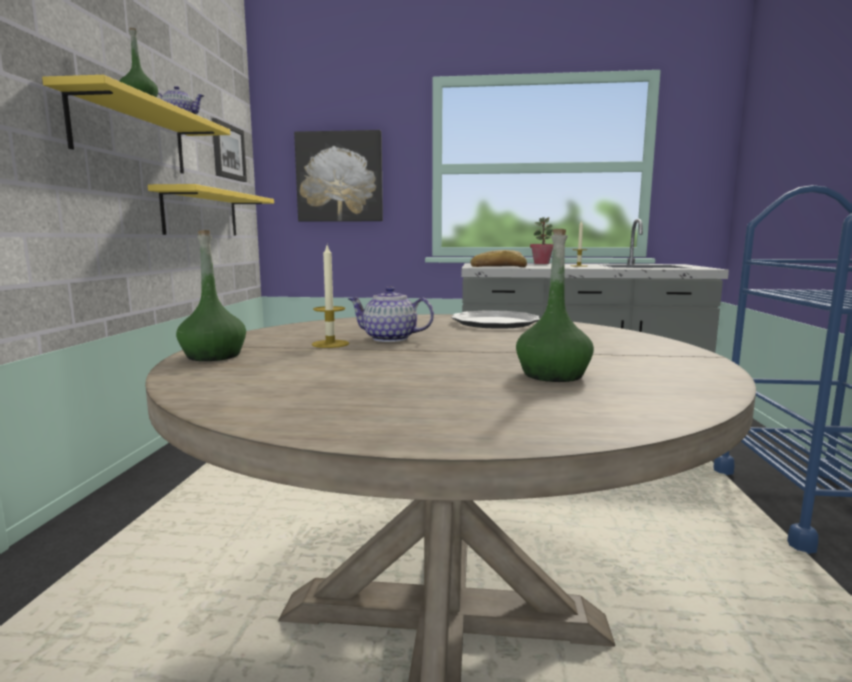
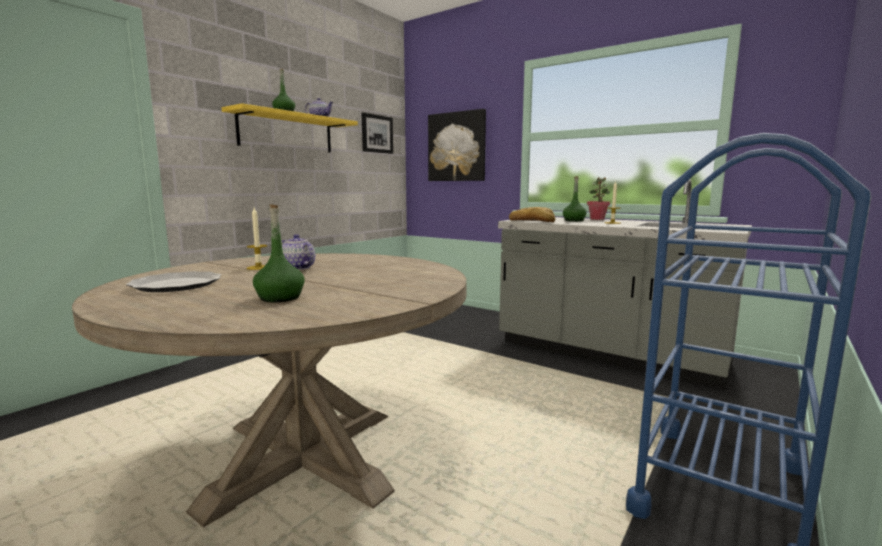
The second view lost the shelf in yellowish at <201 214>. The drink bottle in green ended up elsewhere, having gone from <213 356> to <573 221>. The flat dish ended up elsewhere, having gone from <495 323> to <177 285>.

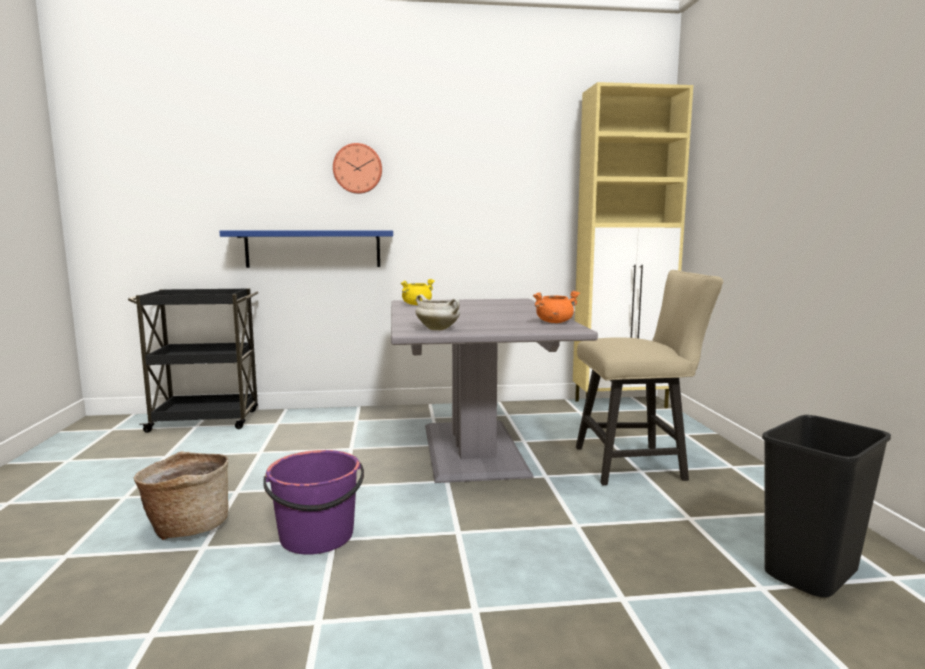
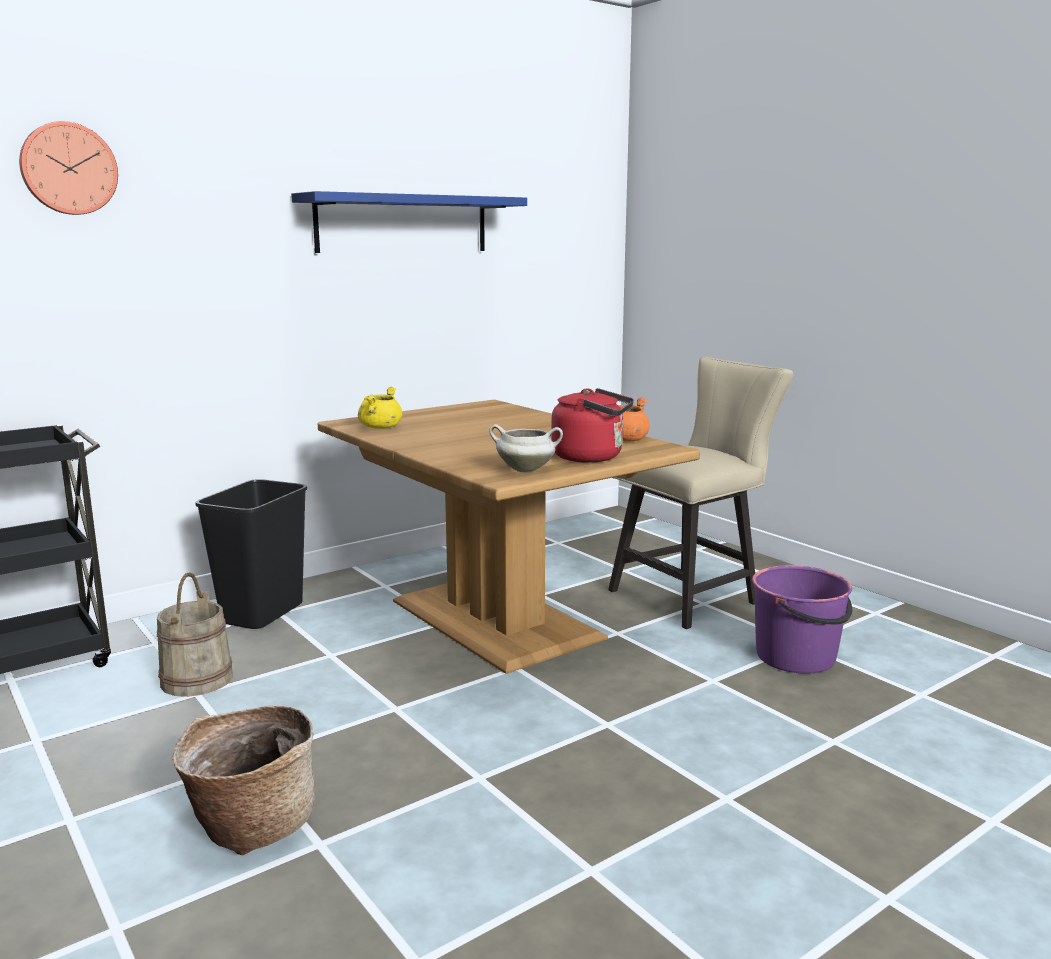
The shelf in bluish ended up elsewhere, having gone from <313 248> to <403 224>. The bucket in purple-coloured ended up elsewhere, having gone from <317 537> to <797 657>. The hanging clock ended up elsewhere, having gone from <357 168> to <68 169>. What was the dinner table in gray at <475 449> turned into the dinner table in brown-coloured at <497 618>. The second view lost the cabinet in sand-coloured at <622 404>. The rubbish bin in blackish ended up elsewhere, having gone from <809 572> to <262 614>. The second view gained the bucket in sand-coloured at <196 679>. The second view gained the water kettle in red-coloured at <592 457>.

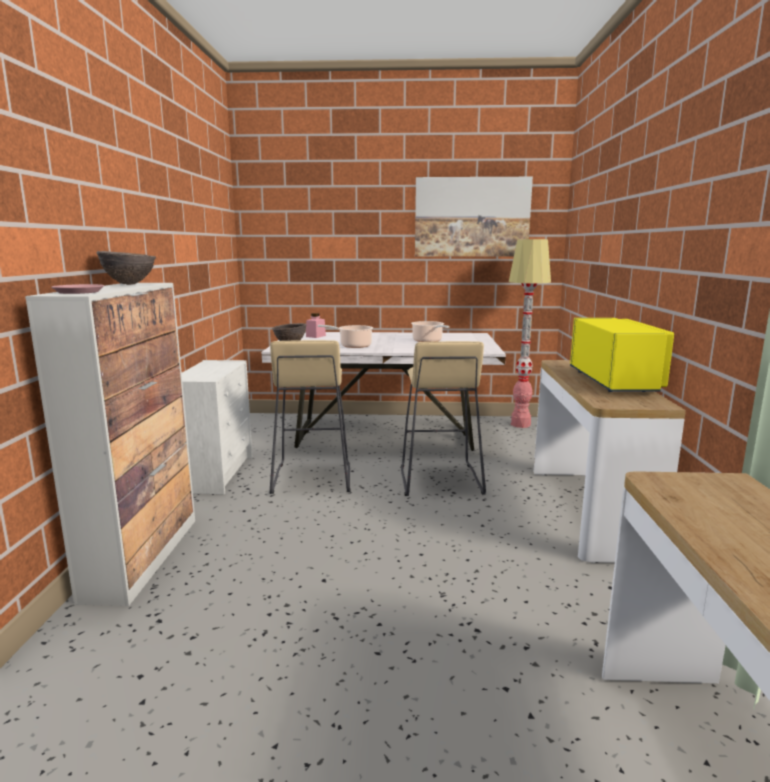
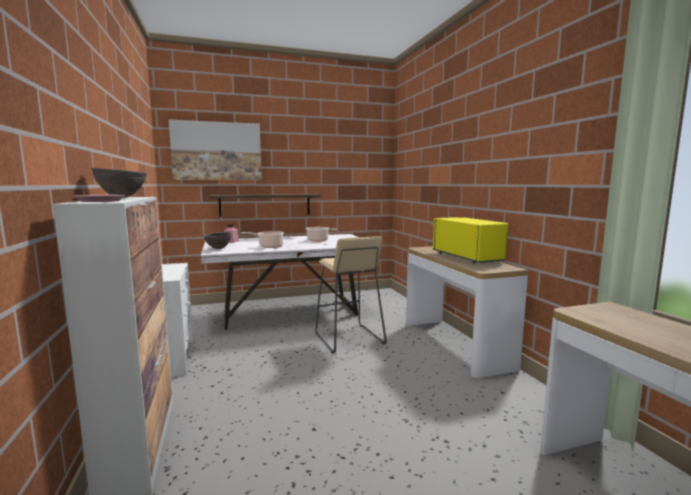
The second view lost the stool in sand-coloured at <311 478>. The picture ended up elsewhere, having gone from <471 217> to <217 151>. The second view lost the floor lamp at <520 424>. The second view gained the shelf at <265 204>.

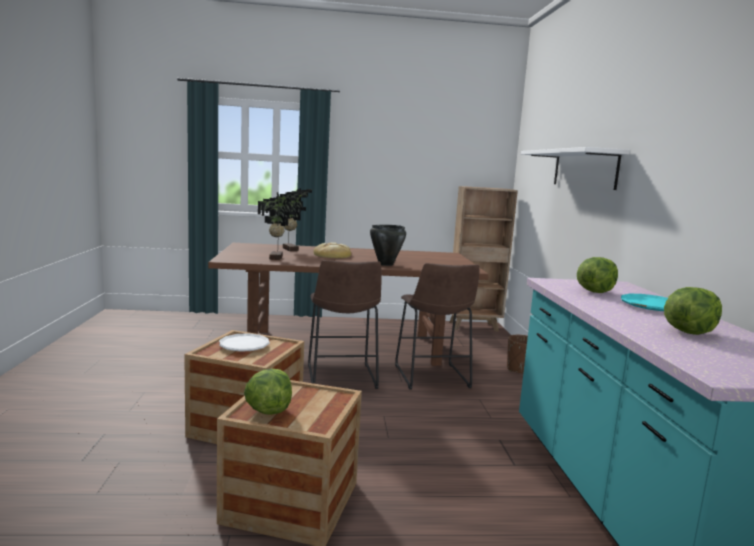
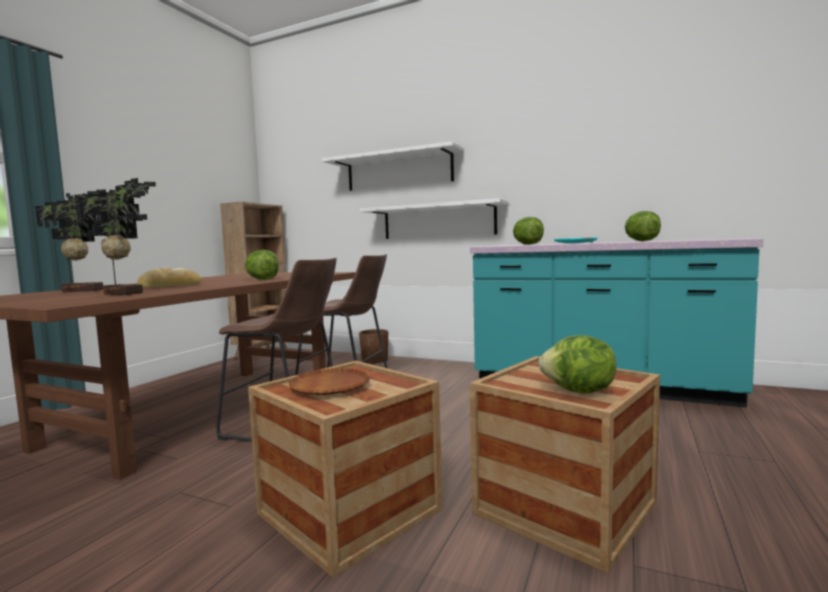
What was the flat dish in white at <244 346> turned into the flat dish in brown-coloured at <330 387>. Where the cooking pot in blackish stood at <385 264>, the lettuce head came to stand at <263 279>. The second view gained the shelf in white at <438 221>.

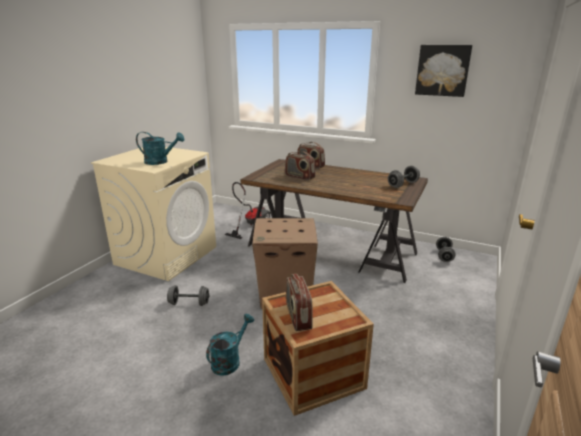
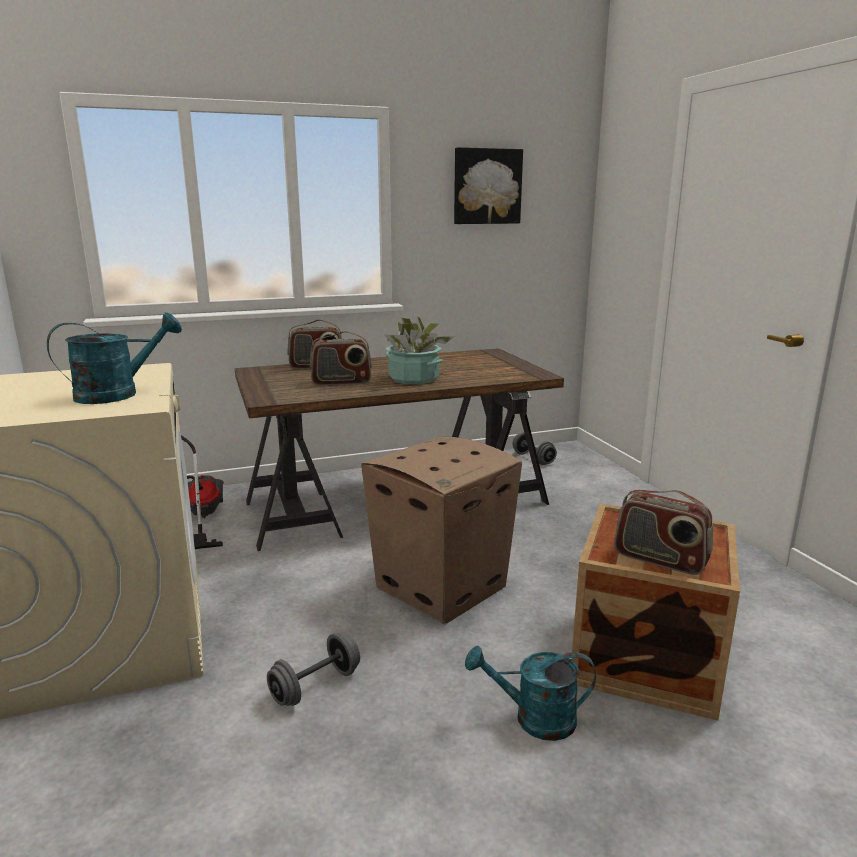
The watering pot in turquoise-coloured at <229 360> ended up facing another way, 75 degrees counterclockwise from before. The second view lost the hand weight in gray at <403 185>. The second view gained the houseplant at <413 379>.

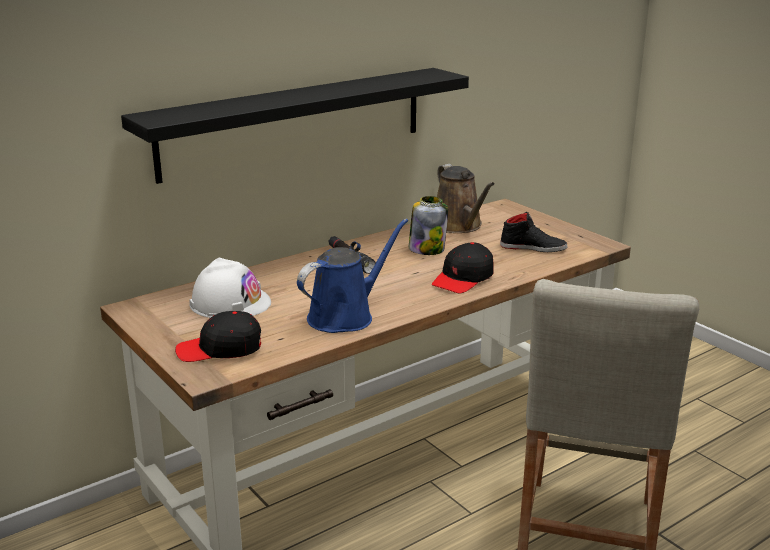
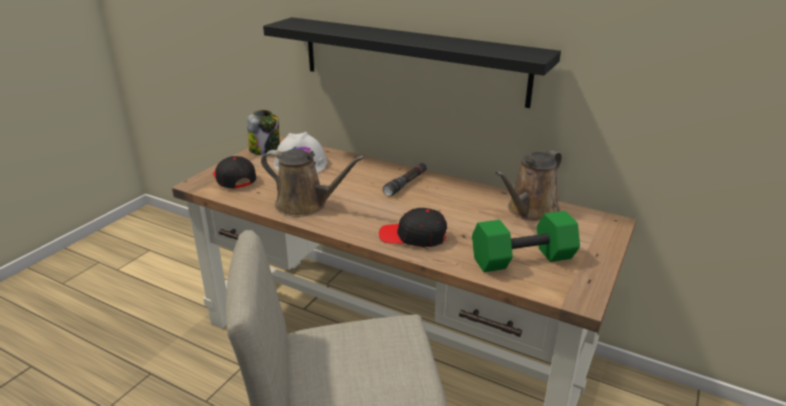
What was the watering pot in bluish at <345 316> turned into the watering pot in brown-coloured at <305 205>. The jar ended up elsewhere, having gone from <427 249> to <265 150>. Where the item of footwear in blackish stood at <533 247>, the hand weight in green came to stand at <523 258>.

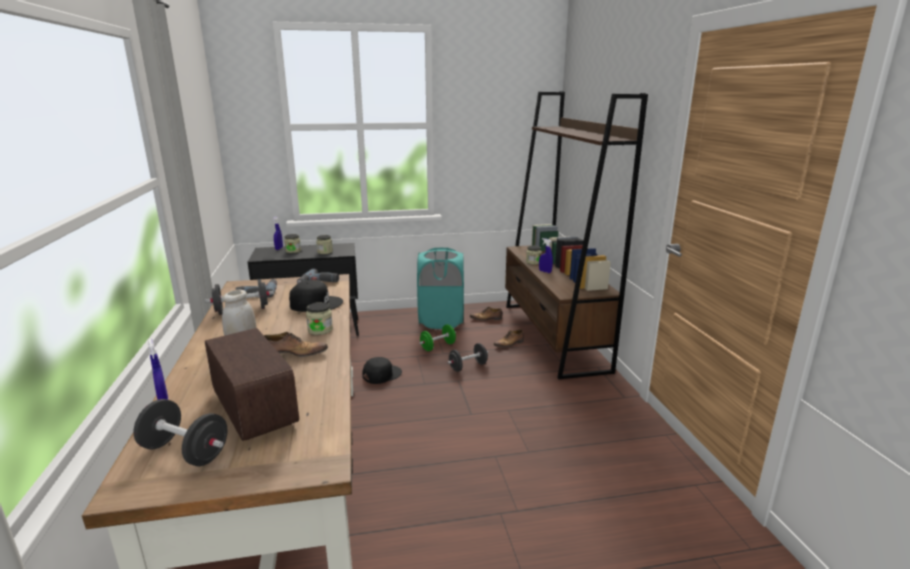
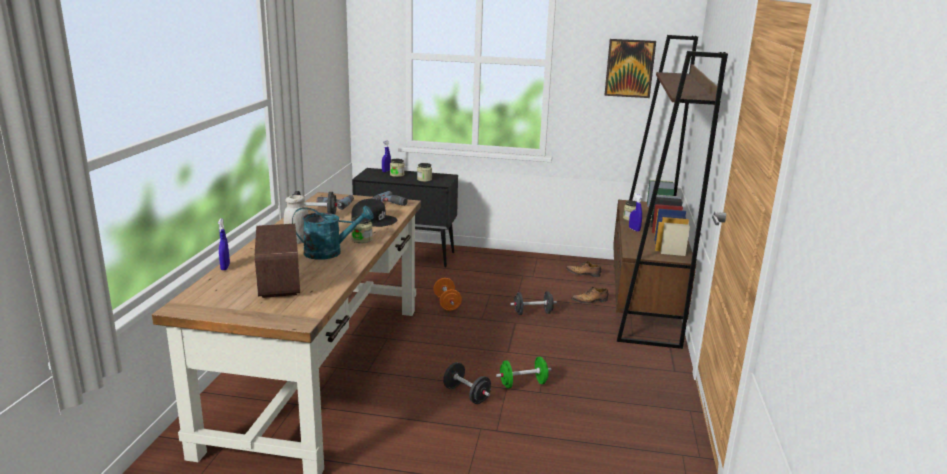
The hand weight in blackish ended up elsewhere, having gone from <185 452> to <466 394>. Where the item of footwear stood at <294 353>, the watering pot in turquoise-coloured came to stand at <330 252>. Where the cap in blackish stood at <381 374>, the hand weight in orangey came to stand at <447 303>. The second view lost the washing basket in turquoise-coloured at <441 320>. The hand weight in green ended up elsewhere, having gone from <438 346> to <523 384>. The second view gained the picture at <629 68>.

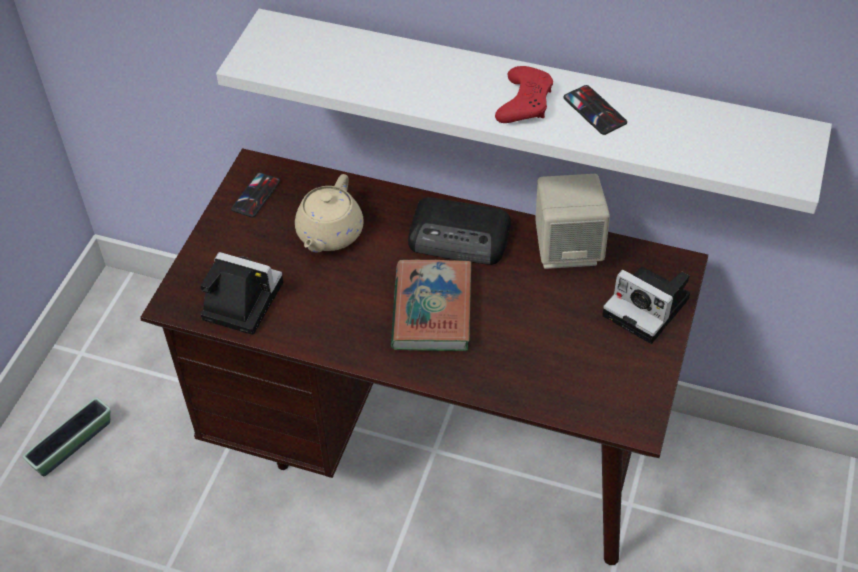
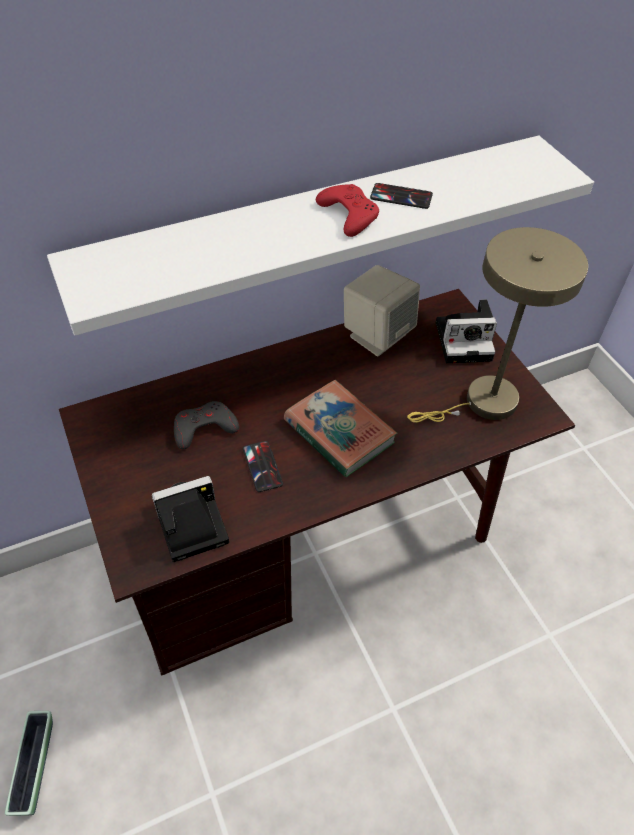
The telephone ended up elsewhere, having gone from <256 195> to <262 466>. Where the teapot in sand-coloured stood at <329 234>, the joypad in gray came to stand at <204 428>. The second view lost the radio receiver at <460 238>. The second view gained the lamp for a table in sand-coloured at <482 403>.

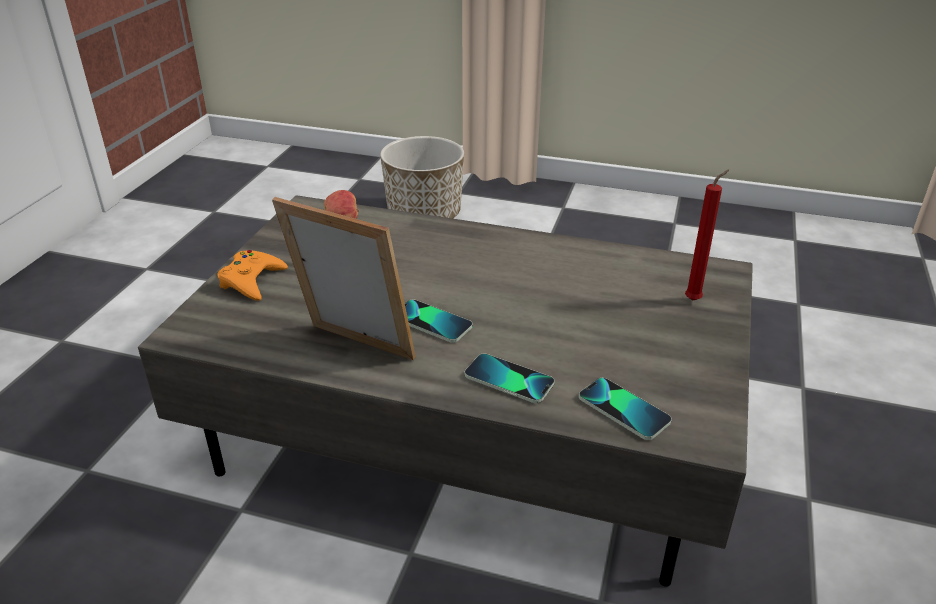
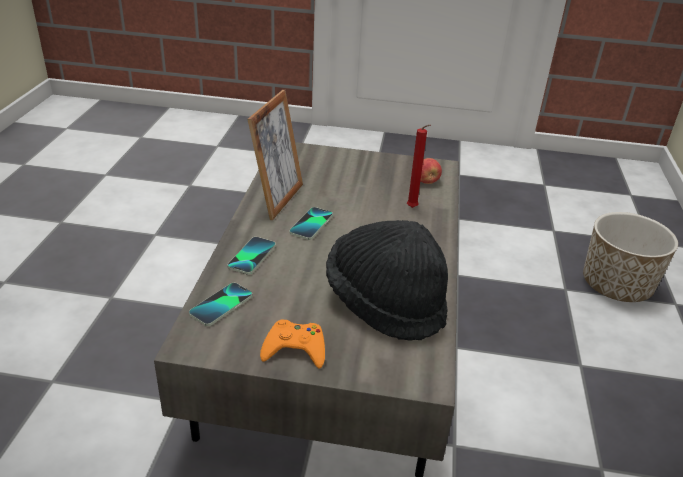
The joypad in orangey ended up elsewhere, having gone from <252 281> to <295 349>. The wax candle in red-coloured ended up elsewhere, having gone from <695 299> to <413 208>. The second view gained the hat in blackish at <385 302>.

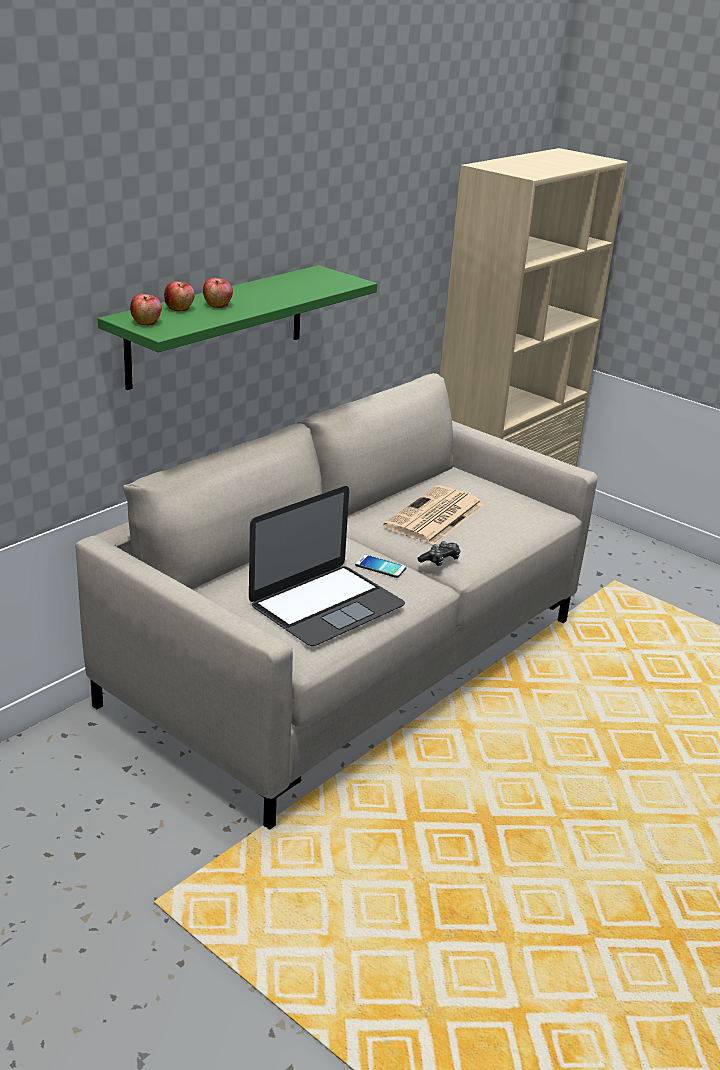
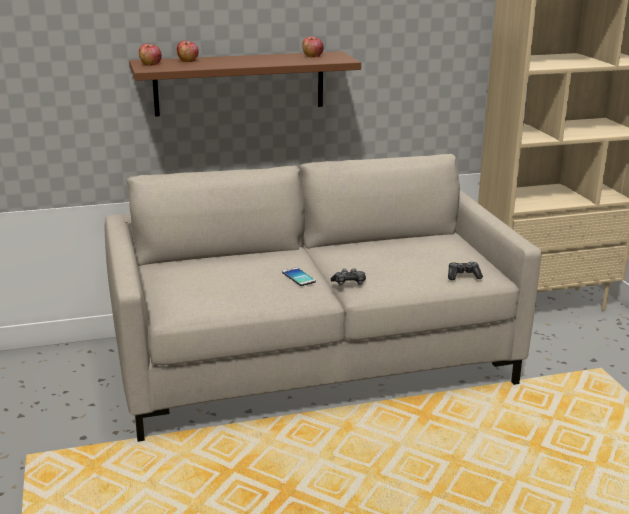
What was the shelf in green at <217 326> turned into the shelf in brown-coloured at <239 83>. The apple fruit ended up elsewhere, having gone from <218 305> to <312 56>. The second view lost the portable computer at <327 605>. The second view lost the daily paper at <434 517>. The second view gained the joypad at <463 276>.

